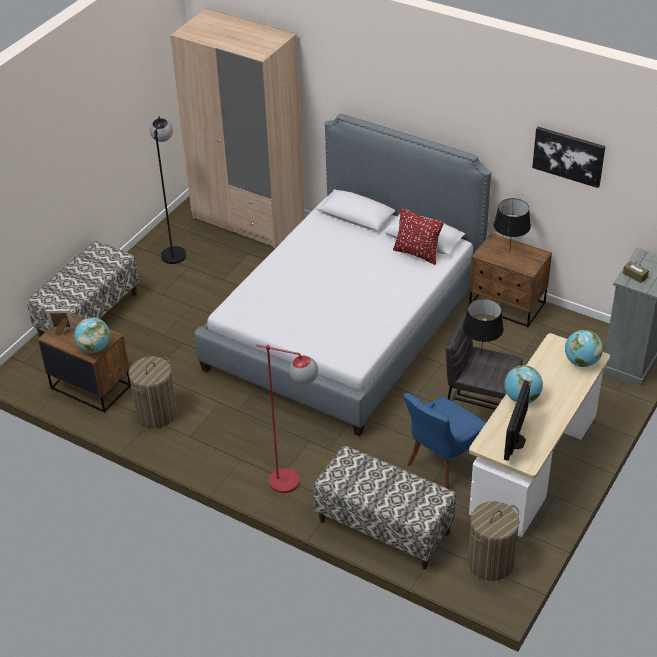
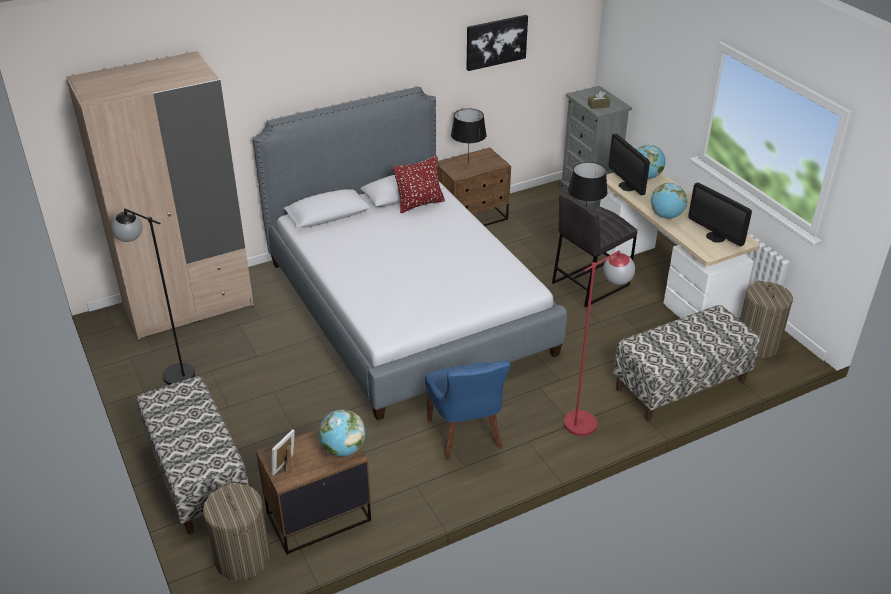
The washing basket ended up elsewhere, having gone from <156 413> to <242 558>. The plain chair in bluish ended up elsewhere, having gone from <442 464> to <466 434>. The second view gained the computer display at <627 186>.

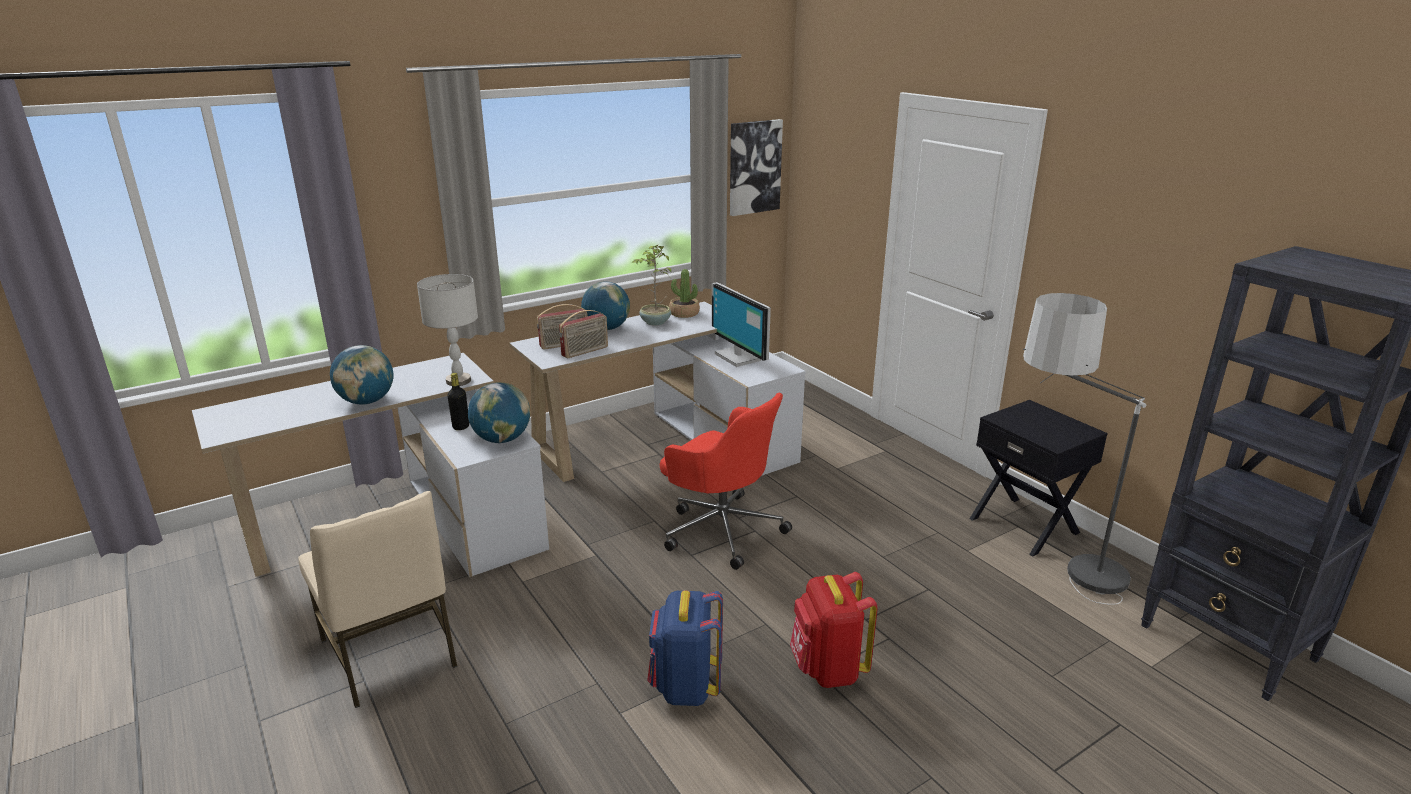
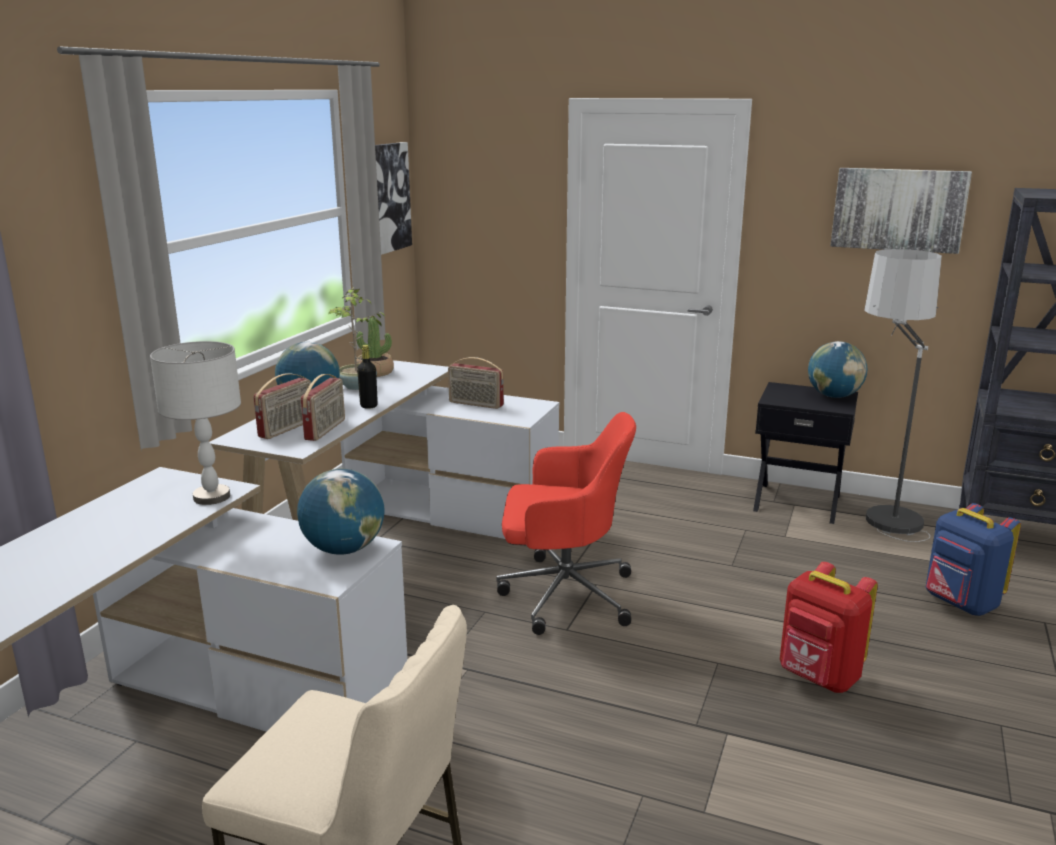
The globe ended up elsewhere, having gone from <367 401> to <834 396>. The drink bottle in blackish ended up elsewhere, having gone from <461 427> to <369 406>. The rucksack in bluish ended up elsewhere, having gone from <685 687> to <960 604>. Where the computer display stood at <739 357>, the radio receiver came to stand at <475 404>. The second view gained the picture at <898 209>.

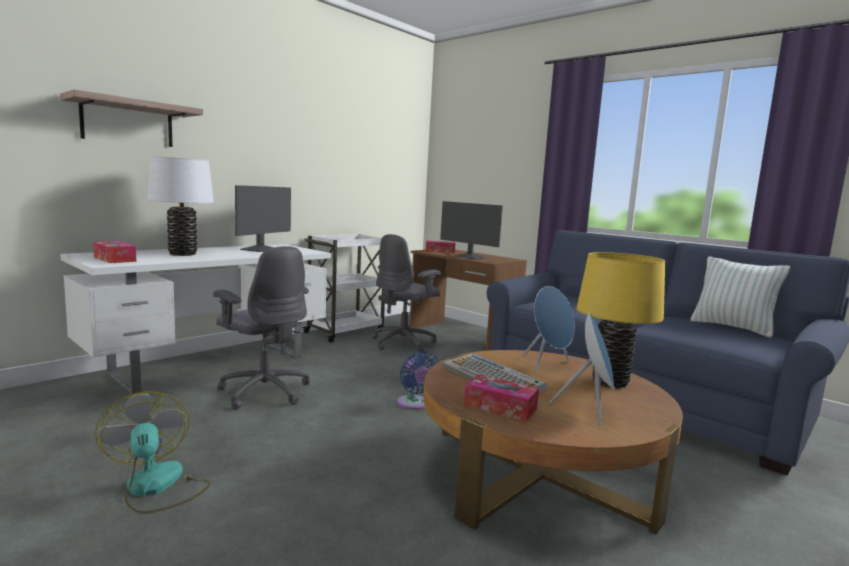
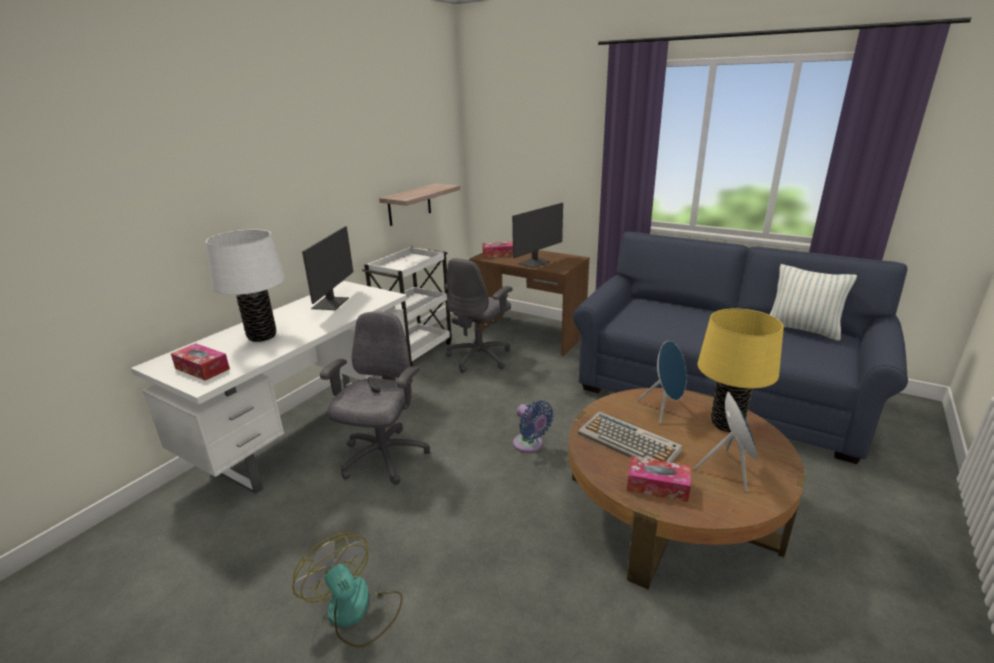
The shelf ended up elsewhere, having gone from <128 123> to <409 204>. The computer chair in gray at <264 391> ended up facing another way, 105 degrees counterclockwise from before. The computer display at <470 257> ended up facing another way, 75 degrees counterclockwise from before.

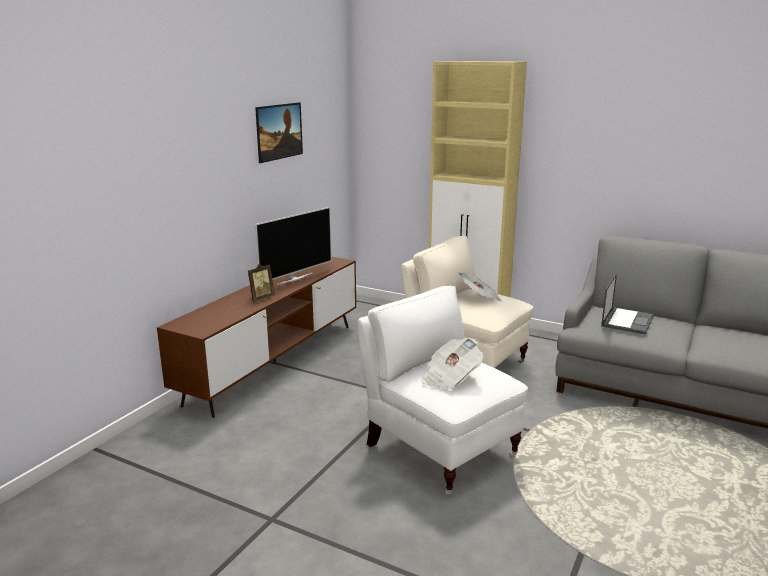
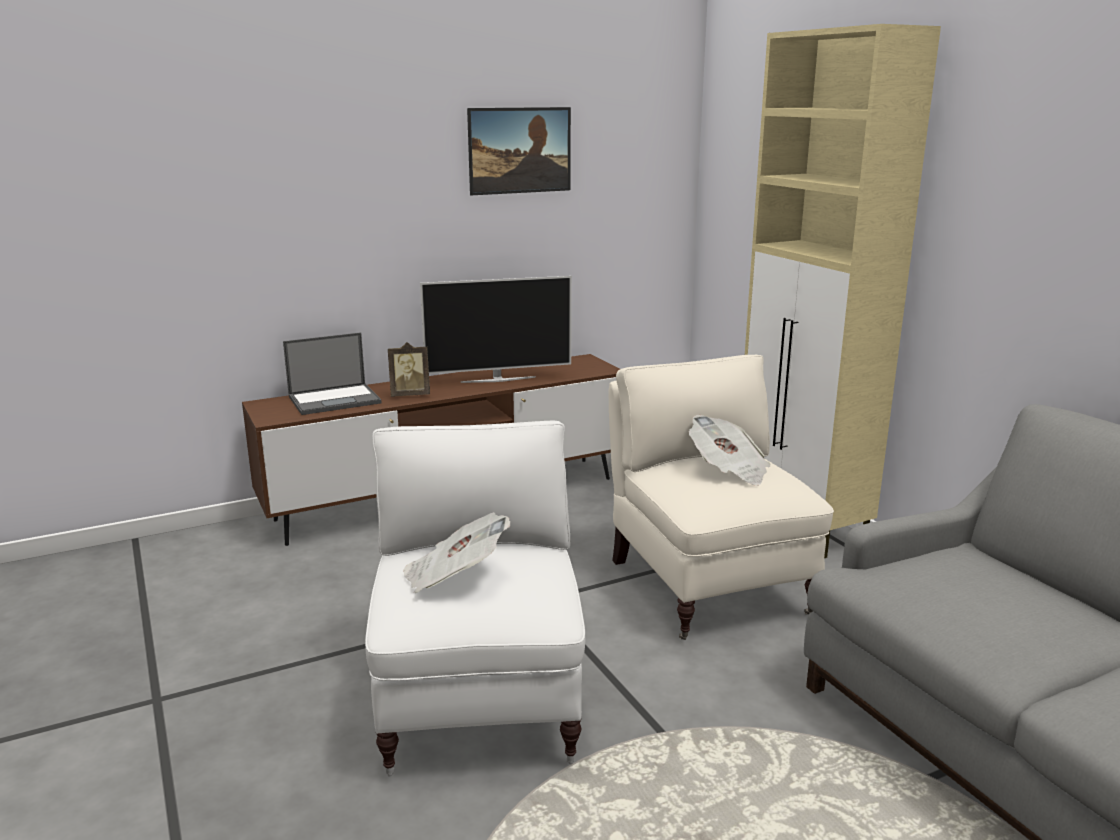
The portable computer ended up elsewhere, having gone from <627 320> to <335 399>.

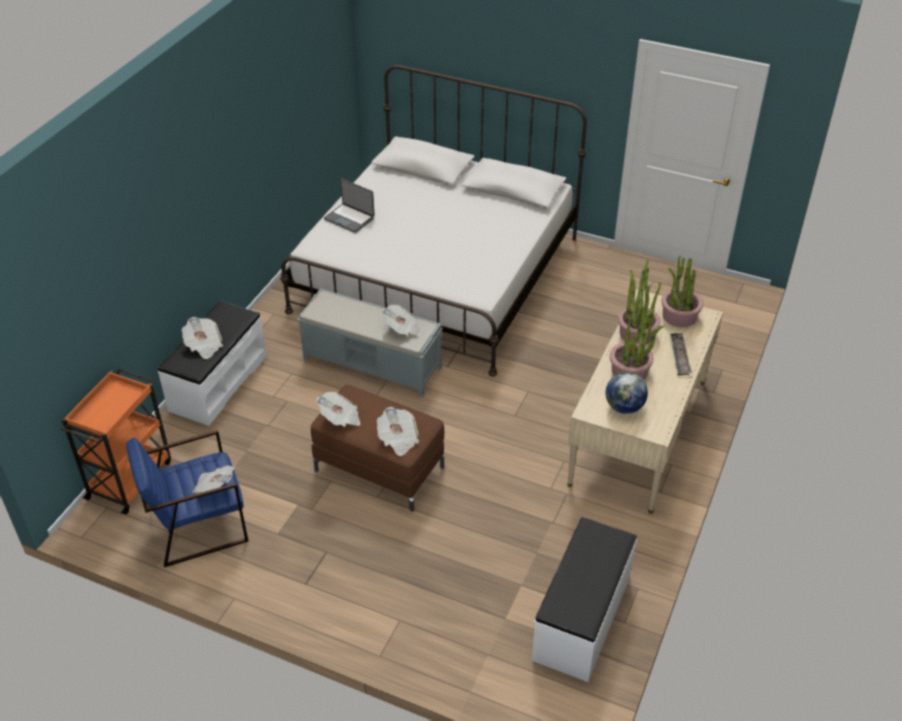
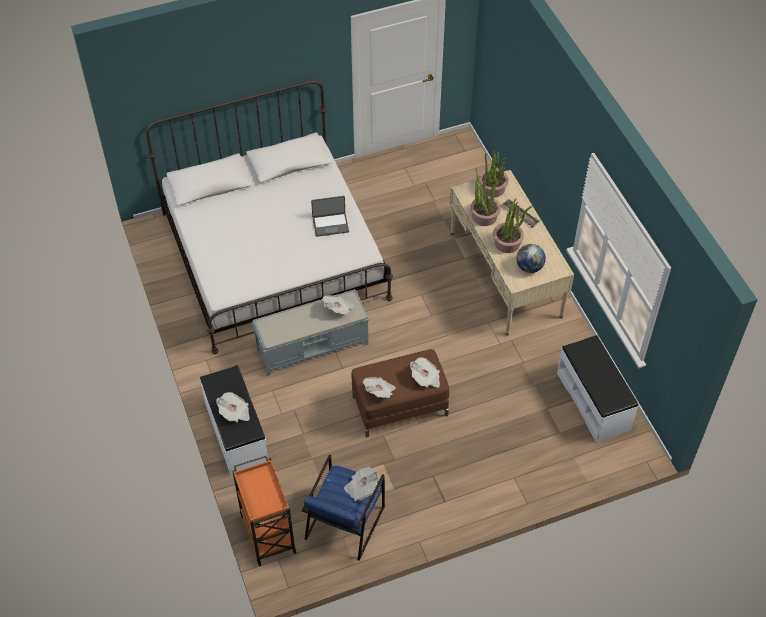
The portable computer ended up elsewhere, having gone from <350 218> to <330 224>.

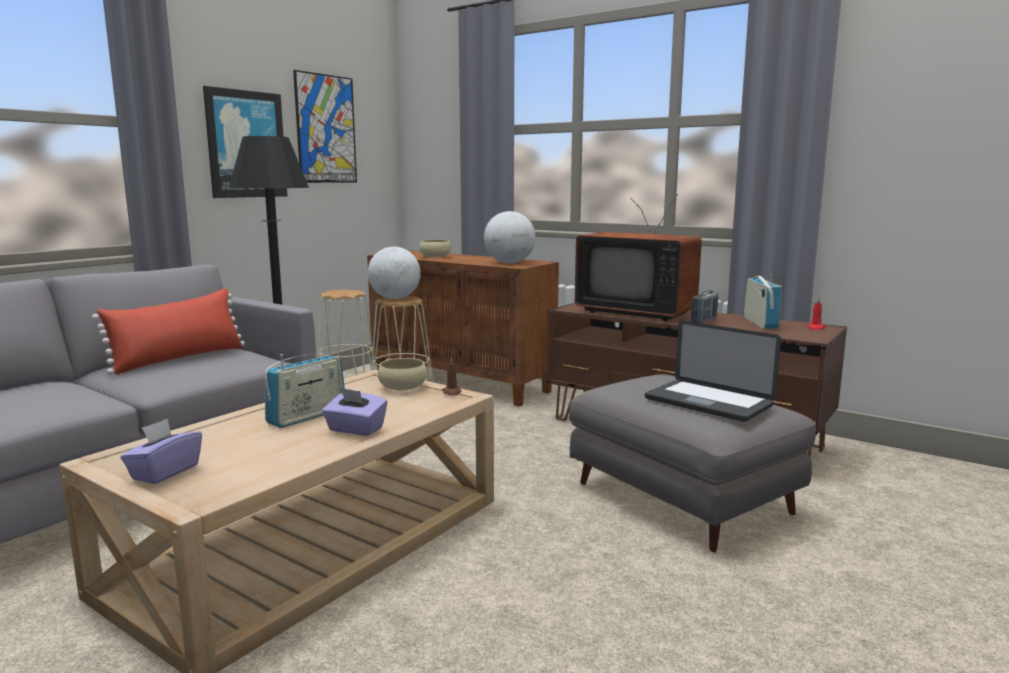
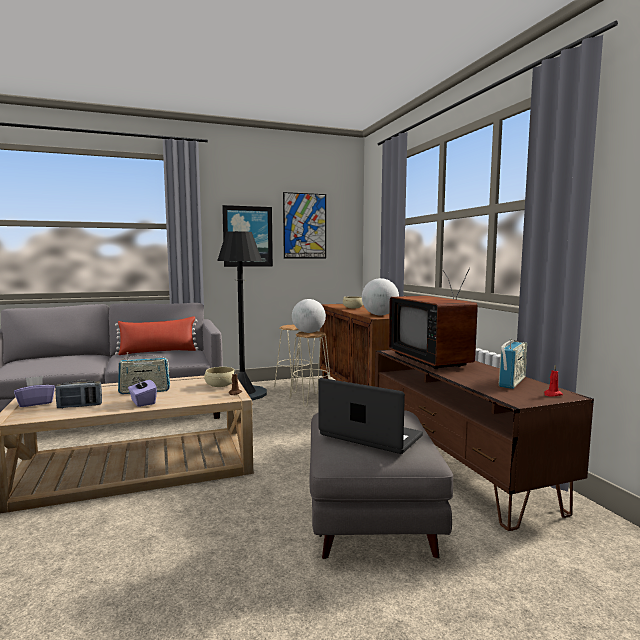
The portable computer at <708 402> ended up facing another way, 135 degrees clockwise from before. The radio receiver ended up elsewhere, having gone from <704 321> to <80 406>.

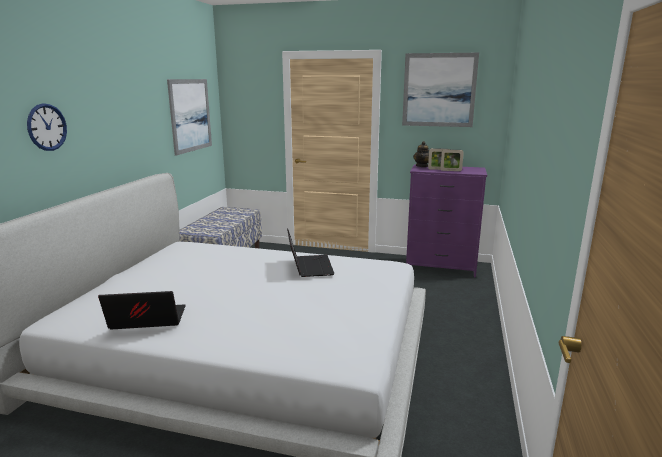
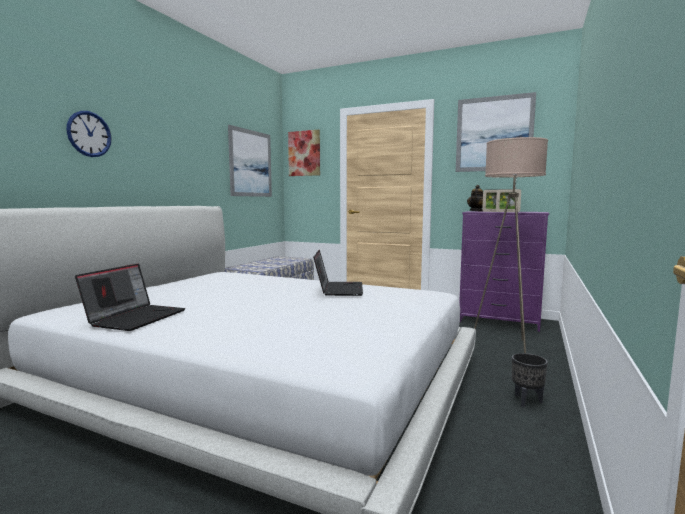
The portable computer at <146 321> ended up facing another way, 105 degrees clockwise from before. The second view gained the picture at <304 153>. The second view gained the floor lamp in sand-coloured at <505 346>. The second view gained the planter in blackish at <527 401>.

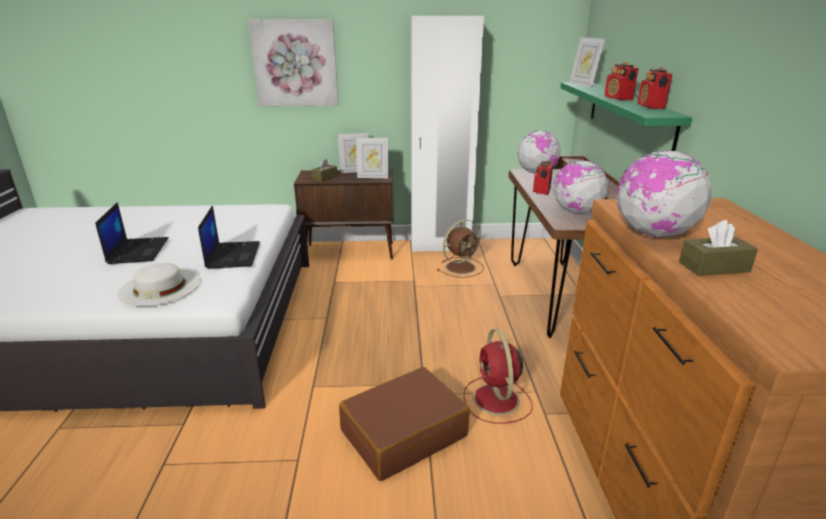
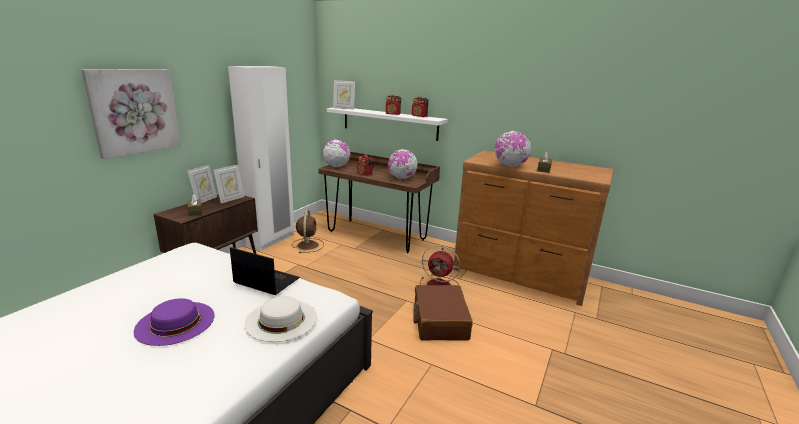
Where the portable computer stood at <138 250>, the hat in purple-coloured came to stand at <175 322>. What was the shelf in green at <629 116> turned into the shelf in white at <389 123>.

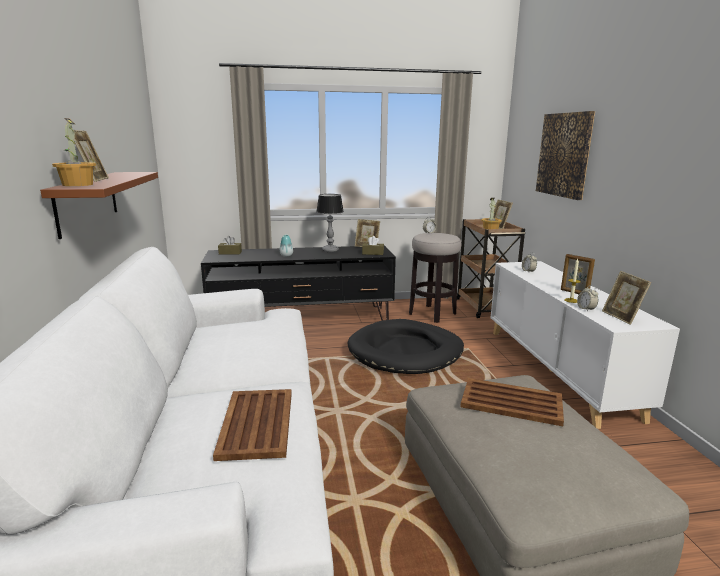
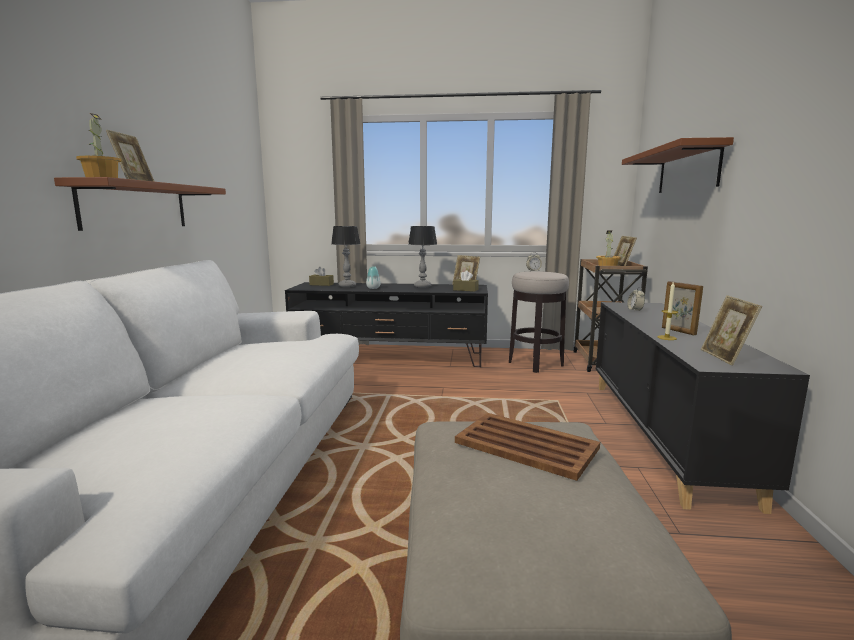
The second view lost the tray in brown-coloured at <256 424>. The second view lost the dog cushion in blackish at <405 351>. What was the cabinet in white at <557 370> turned into the cabinet in blackish at <662 435>. Where the picture hung at <564 155>, the shelf in brown-coloured came to hang at <687 170>. The second view lost the alarm clock at <586 309>. The second view gained the lamp for a table at <347 286>.

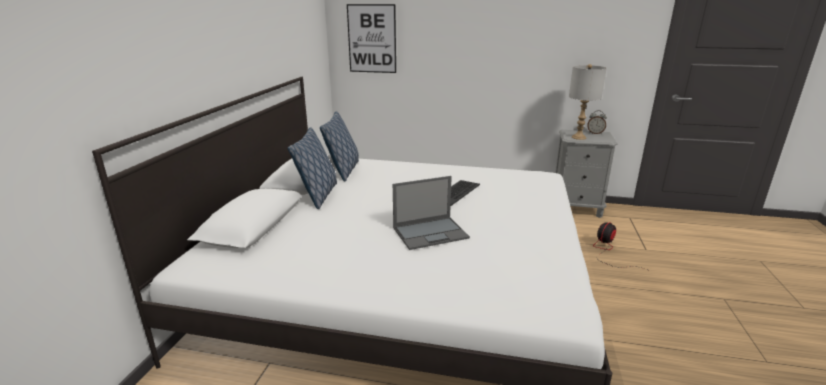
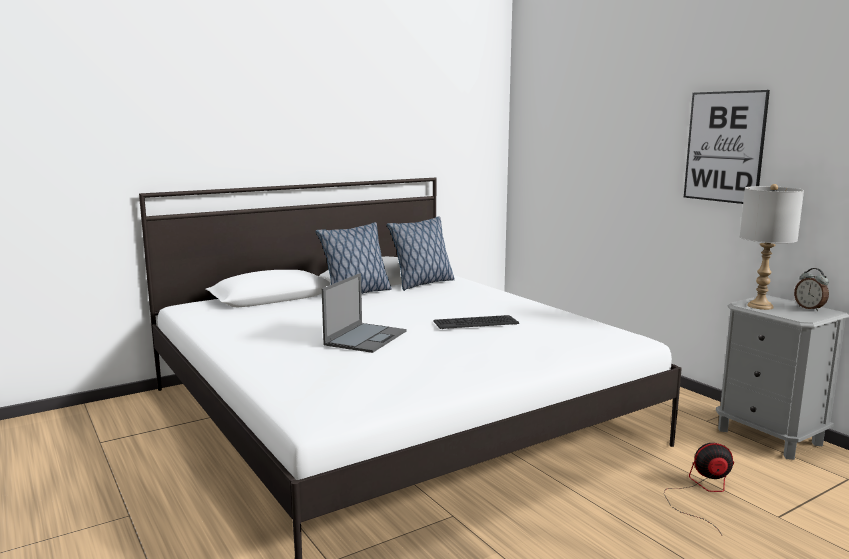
The picture ended up elsewhere, having gone from <372 39> to <724 147>. The portable computer at <431 232> ended up facing another way, 90 degrees counterclockwise from before.

